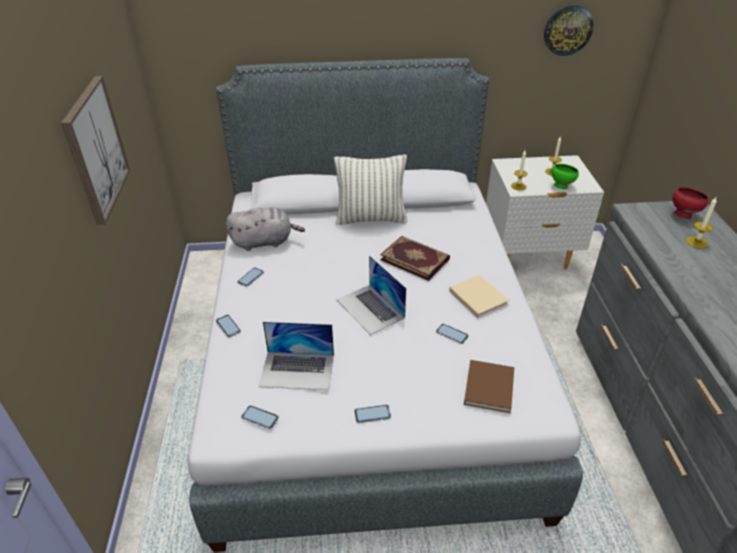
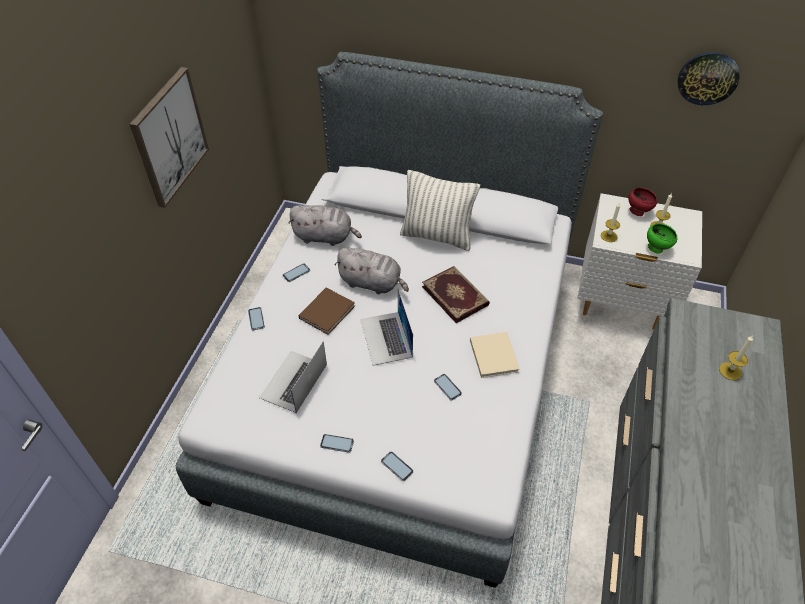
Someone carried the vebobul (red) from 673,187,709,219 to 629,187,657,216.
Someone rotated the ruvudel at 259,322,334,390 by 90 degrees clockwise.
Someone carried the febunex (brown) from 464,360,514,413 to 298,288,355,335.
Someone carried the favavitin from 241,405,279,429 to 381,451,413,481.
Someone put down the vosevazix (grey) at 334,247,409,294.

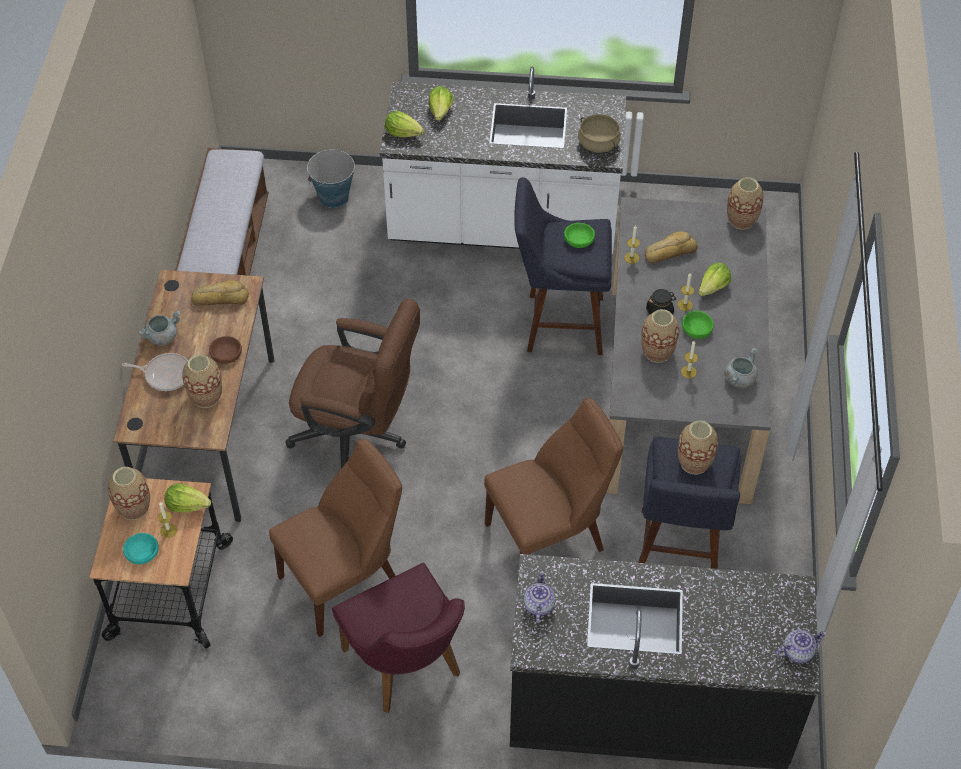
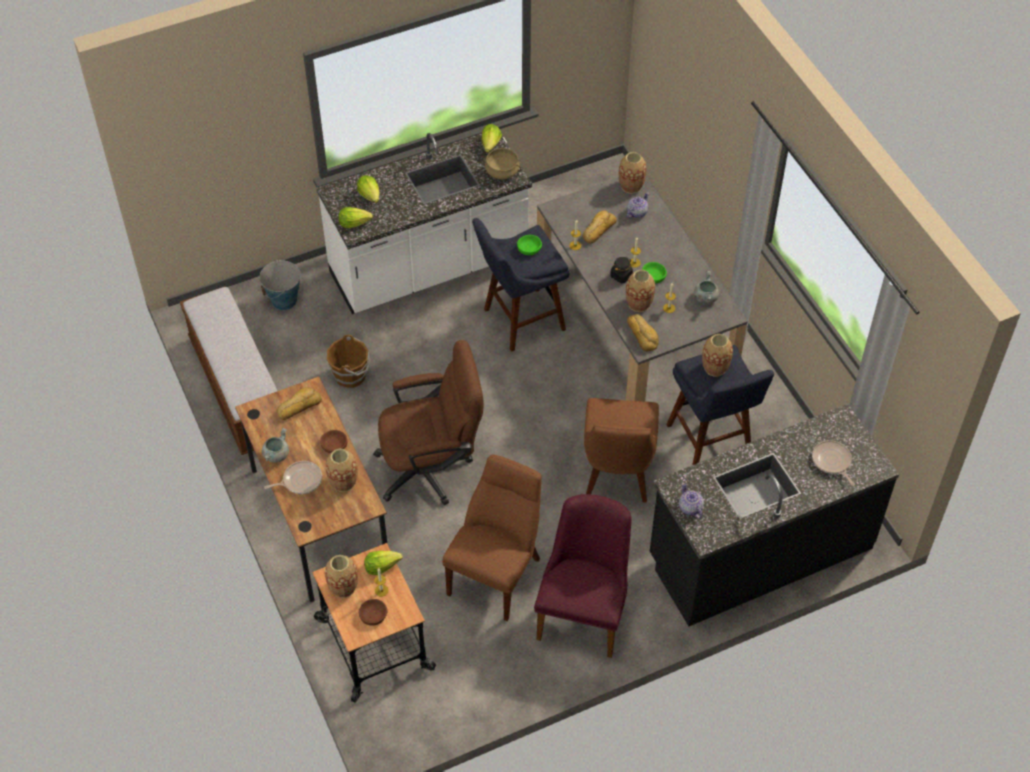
Someone carried the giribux from 698,263,731,296 to 481,124,502,152.
Someone rotated the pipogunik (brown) at 484,398,623,583 by 150 degrees clockwise.
Someone repainted the vebobul (turquoise) at 123,533,158,565, which became the vebobul (brown) at 358,599,388,626.
Someone rotated the pipogunik (purple) at 332,563,465,713 by 105 degrees counterclockwise.
Someone carried the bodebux from 776,629,826,663 to 627,192,649,218.
Someone put down the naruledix at 627,314,659,351.
Someone put down the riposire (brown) at 327,335,371,388.
Someone put down the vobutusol at 812,440,855,486.

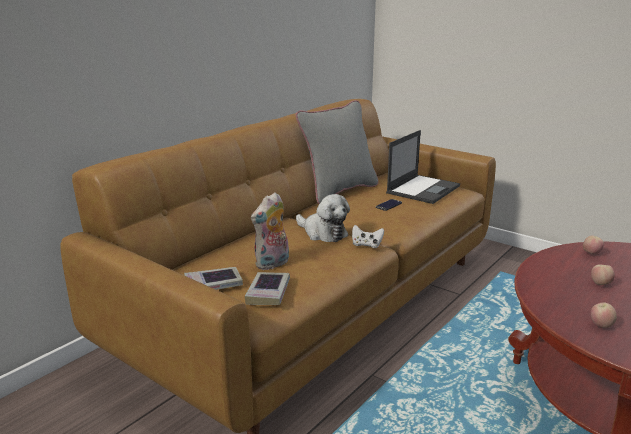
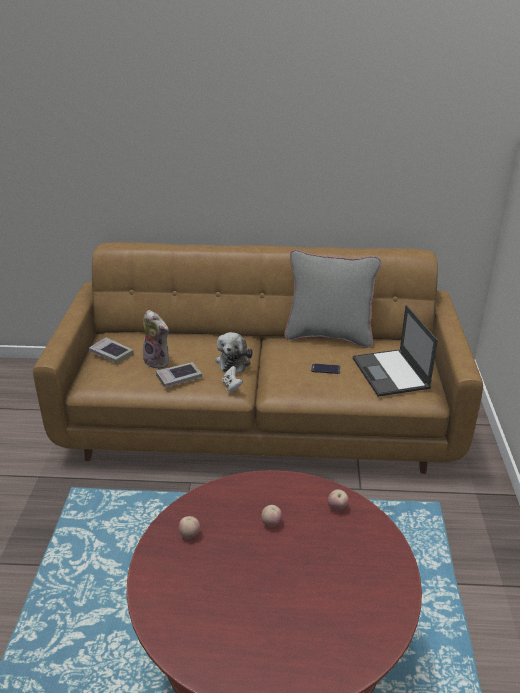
Someone rotated the ruvudel at 386,130,460,204 by 75 degrees clockwise.
Someone rotated the vosevazix at 251,192,289,270 by 150 degrees counterclockwise.
Someone carried the febunex from 245,272,290,305 to 156,362,202,388.

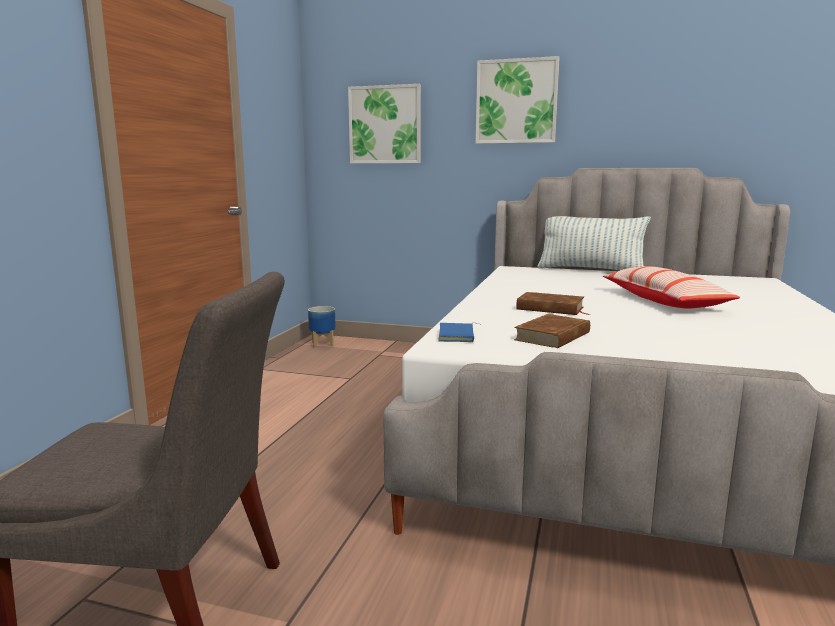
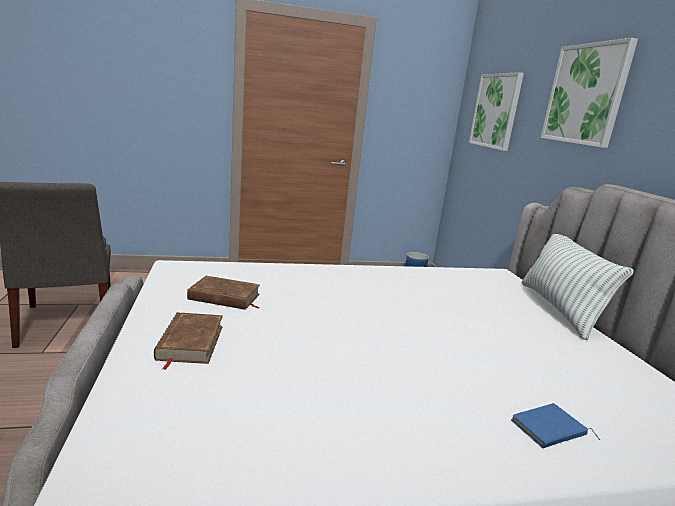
Someone took away the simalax at 603,266,740,308.
Someone carried the febunex (brown) from 516,292,589,315 to 154,312,223,370.
Someone carried the febunex (blue) from 438,323,482,342 to 511,403,600,448.

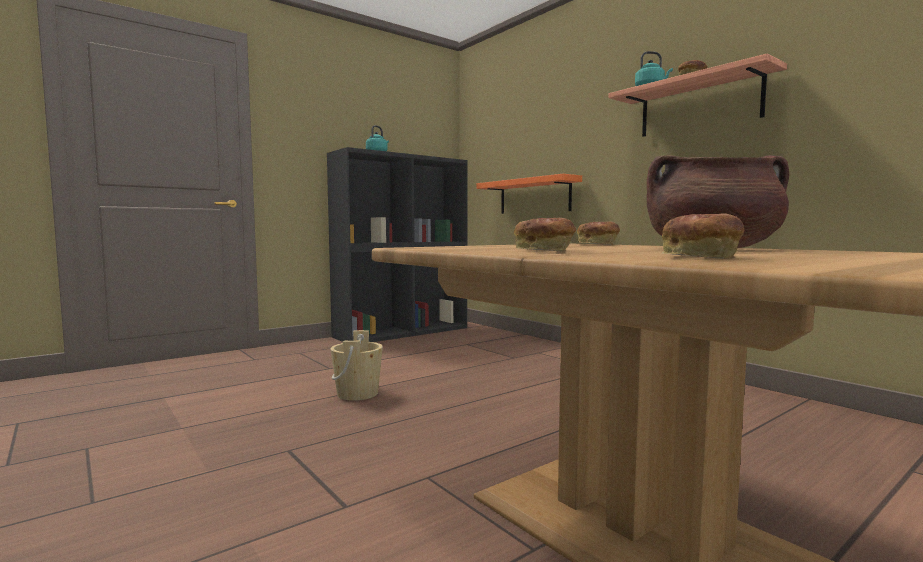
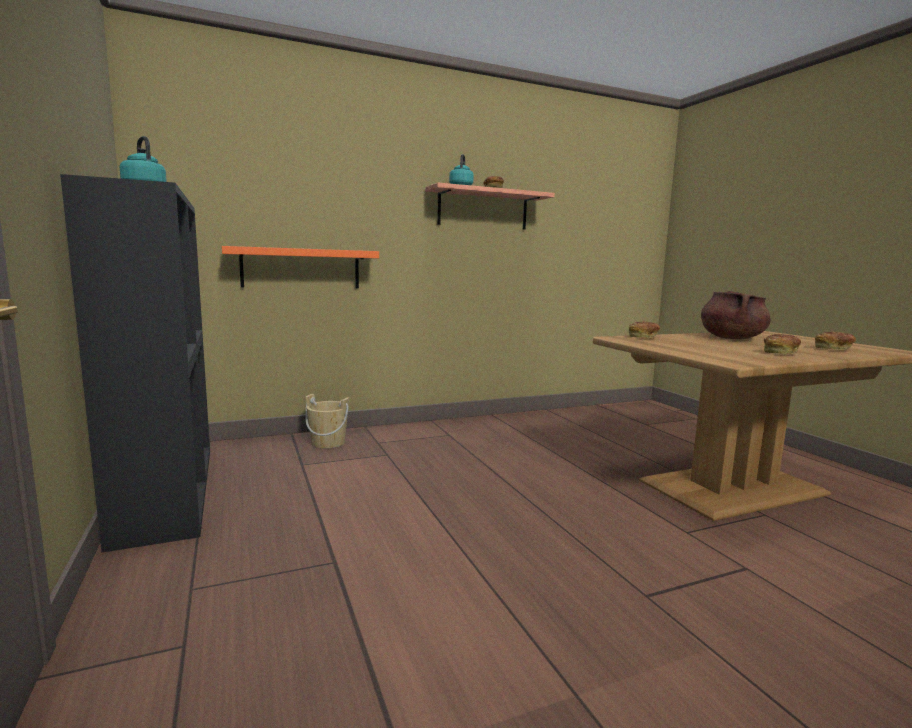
Someone carried the riposire (beige) from 330,330,383,401 to 305,394,349,449.

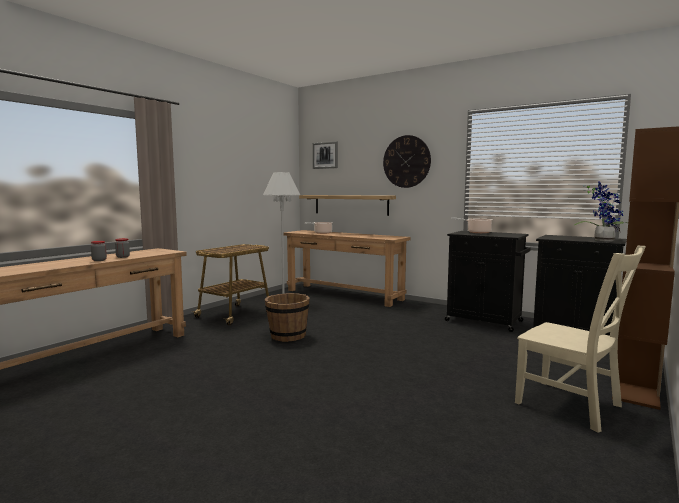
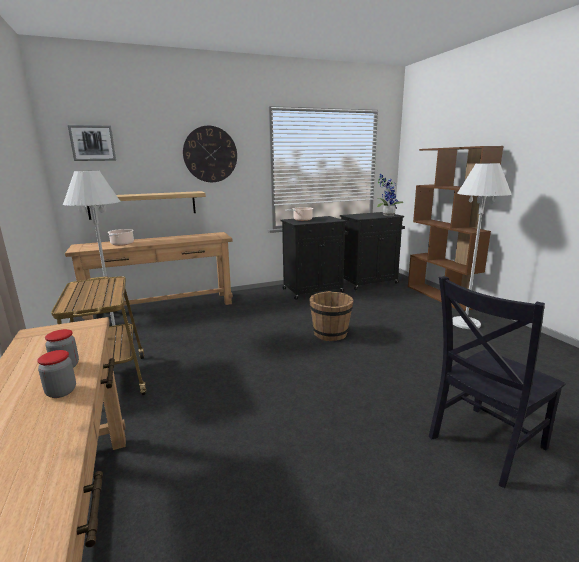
Someone swapped the pipogunik (beige) at 515,246,646,433 for the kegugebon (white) at 452,163,511,329.
Someone carried the riposire (brown) from 264,293,310,342 to 309,291,354,341.
Someone put down the pipogunik (black) at 429,276,566,488.

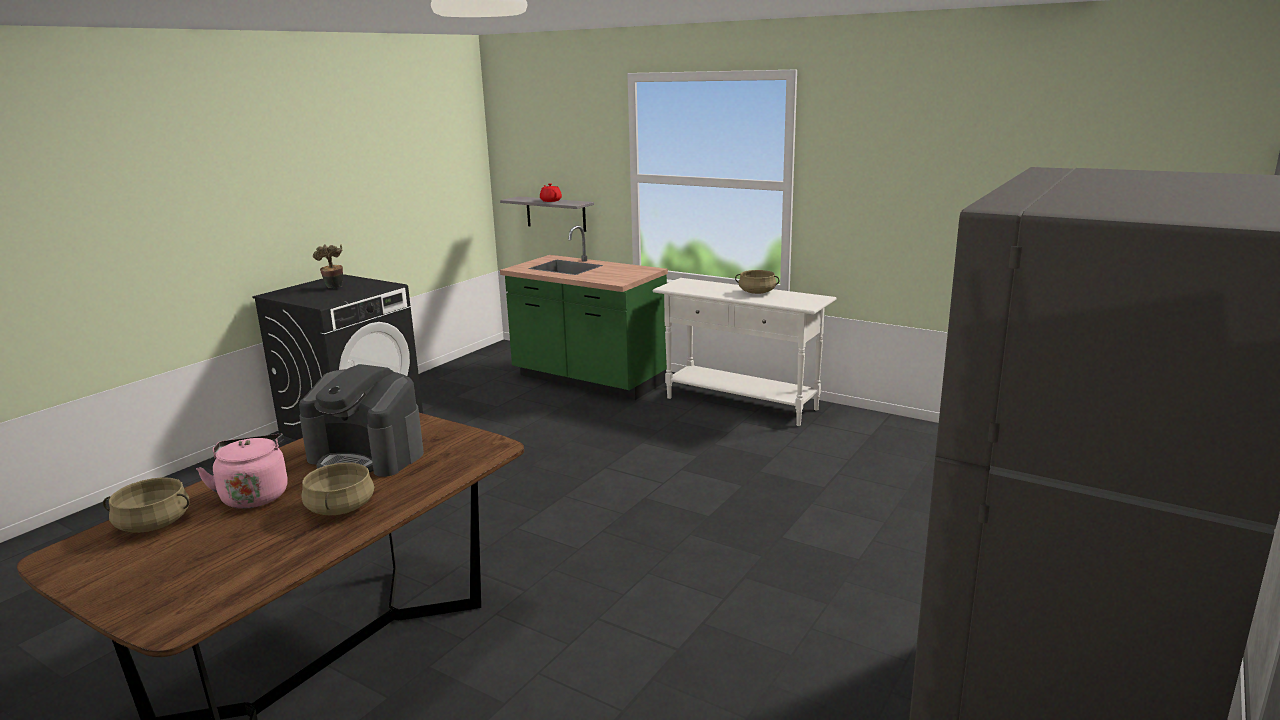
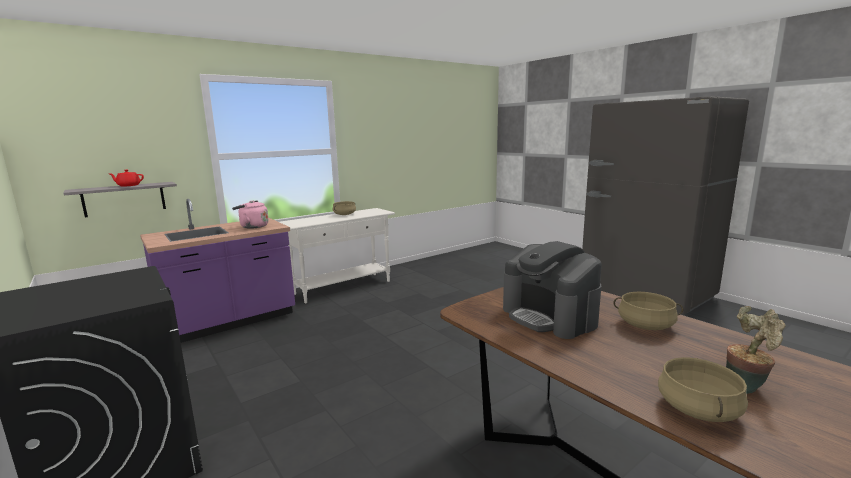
Someone repainted the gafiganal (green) at 500,226,668,400, which became the gafiganal (purple) at 140,199,295,343.
Someone carried the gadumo from 313,244,343,288 to 726,306,786,394.
Someone rotated the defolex at 299,364,424,477 by 105 degrees clockwise.
Someone carried the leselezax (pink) from 196,434,288,509 to 232,200,269,229.

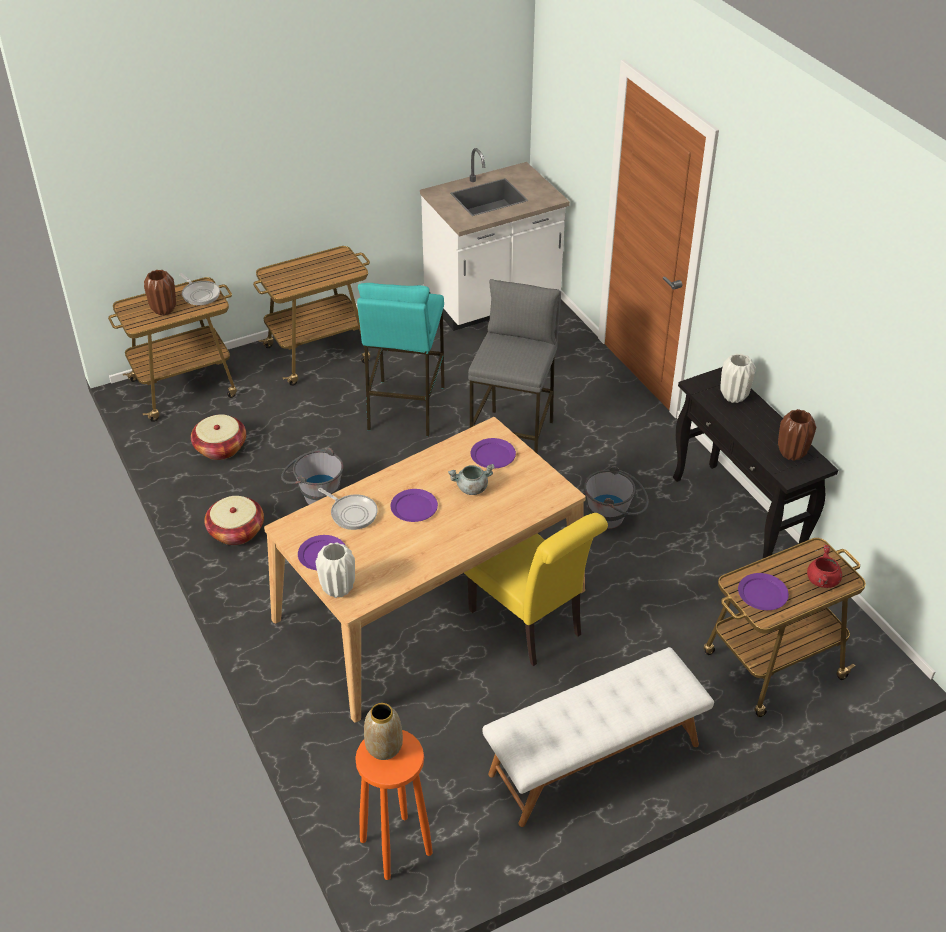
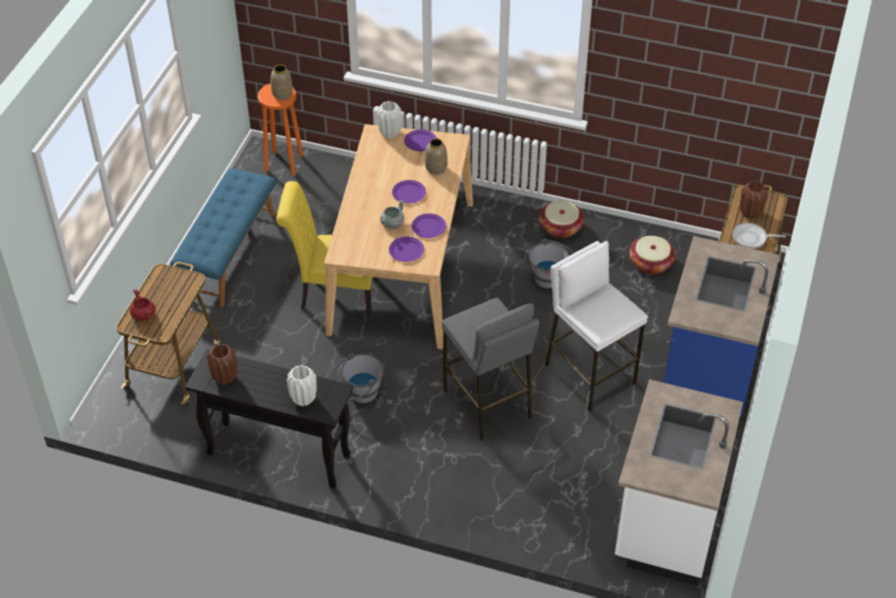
Someone swapped the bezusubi at 253,246,370,386 for the gafiganal (blue) at 664,236,780,424.
Someone repainted the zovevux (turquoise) at 357,283,445,437, which became the zovevux (white) at 545,241,648,412.
Someone swapped the vobutusol at 318,488,378,530 for the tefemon at 425,138,448,175.
Someone carried the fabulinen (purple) from 738,573,789,610 to 412,213,446,238.
Someone repainted the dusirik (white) at 482,647,714,827, which became the dusirik (blue) at 170,168,276,307.

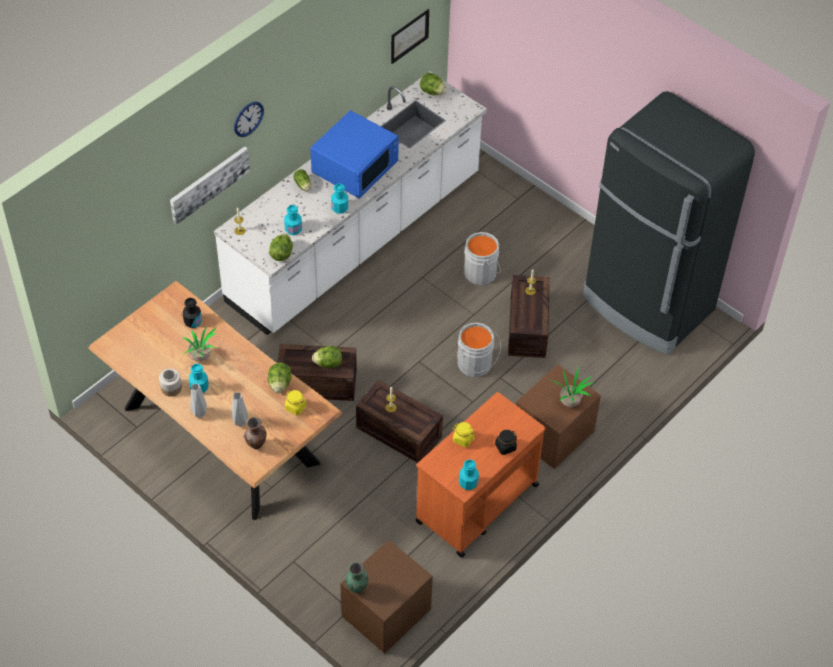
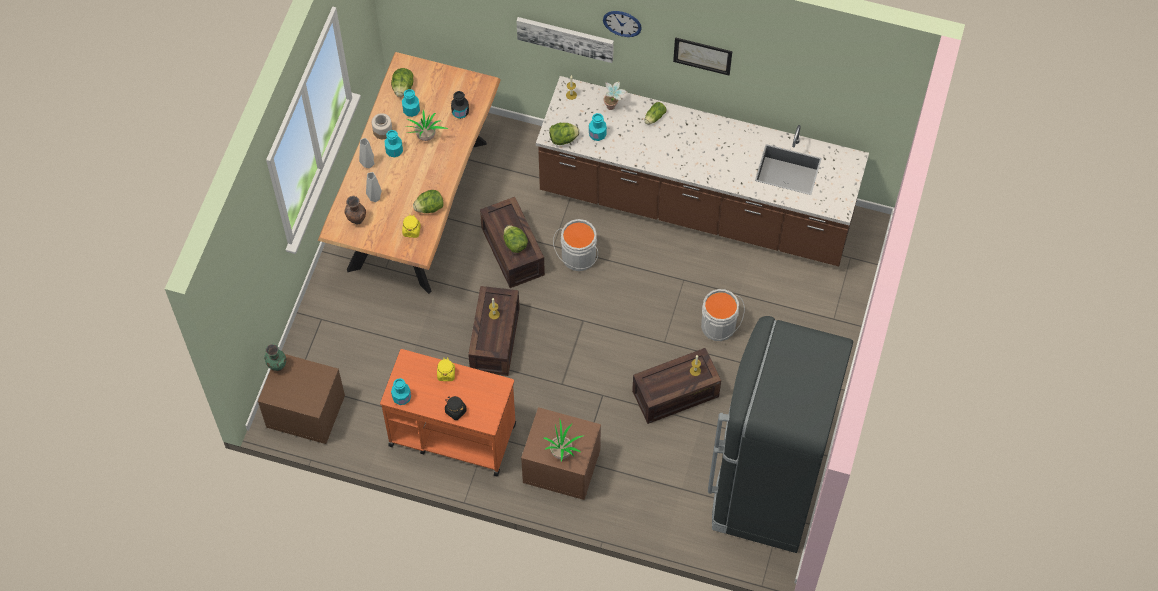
Someone carried the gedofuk from 391,9,429,64 to 673,37,732,75.
Someone repainted the gafiganal (white) at 214,71,487,335, which became the gafiganal (brown) at 536,76,869,266.
Someone carried the giribux from 420,73,446,95 to 391,68,414,97.
Someone took away the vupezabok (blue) at 310,110,399,199.
Someone carried the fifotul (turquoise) from 331,183,348,214 to 402,89,420,117.
Someone carried the riposire (grey) from 457,323,501,377 to 553,219,598,271.
Someone put down the gadumo at 603,81,628,110.

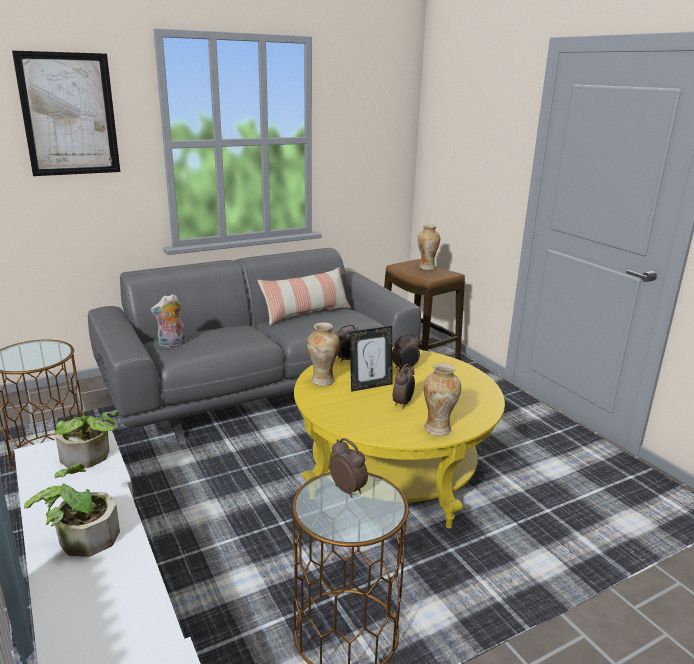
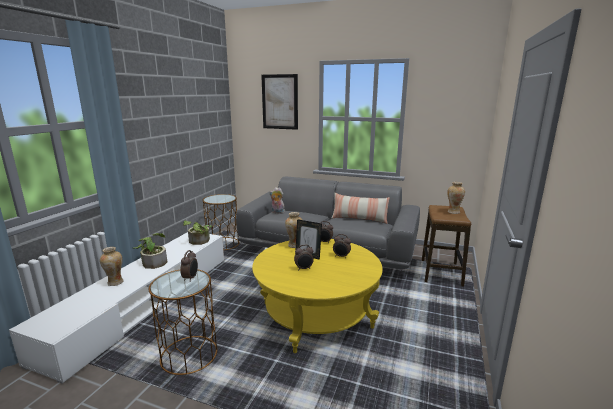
Someone carried the tefemon from 424,363,461,436 to 100,247,124,286.

